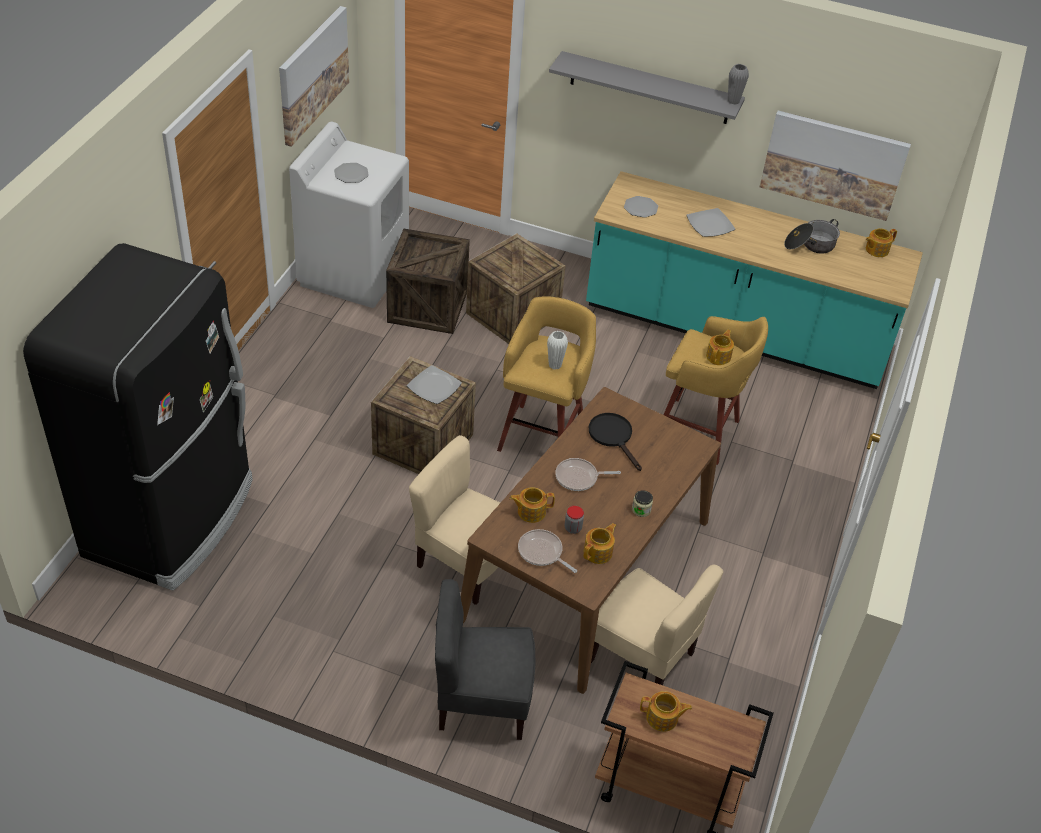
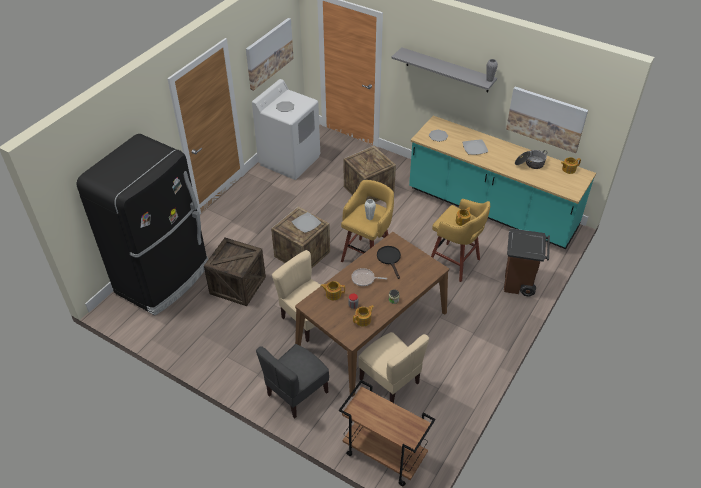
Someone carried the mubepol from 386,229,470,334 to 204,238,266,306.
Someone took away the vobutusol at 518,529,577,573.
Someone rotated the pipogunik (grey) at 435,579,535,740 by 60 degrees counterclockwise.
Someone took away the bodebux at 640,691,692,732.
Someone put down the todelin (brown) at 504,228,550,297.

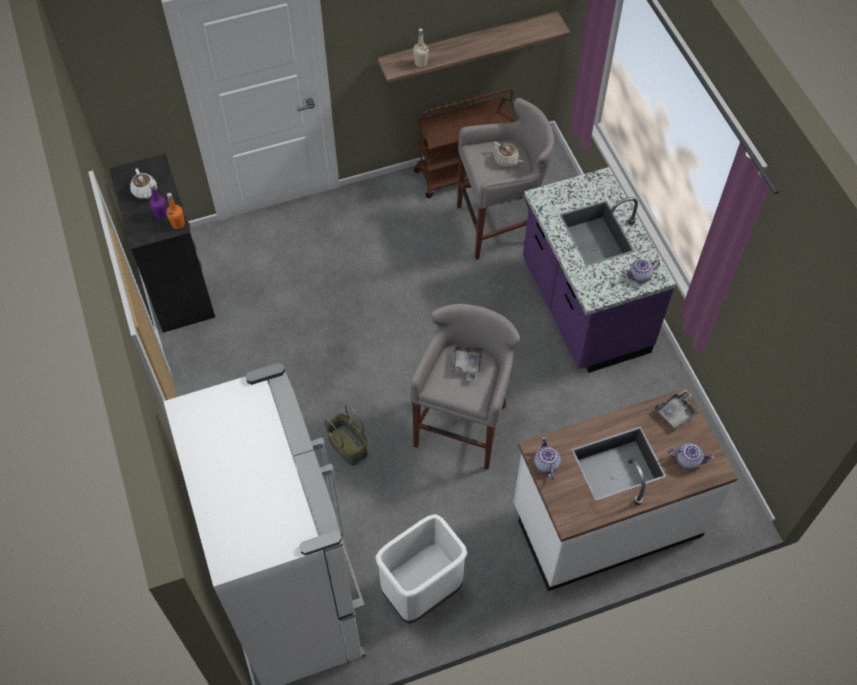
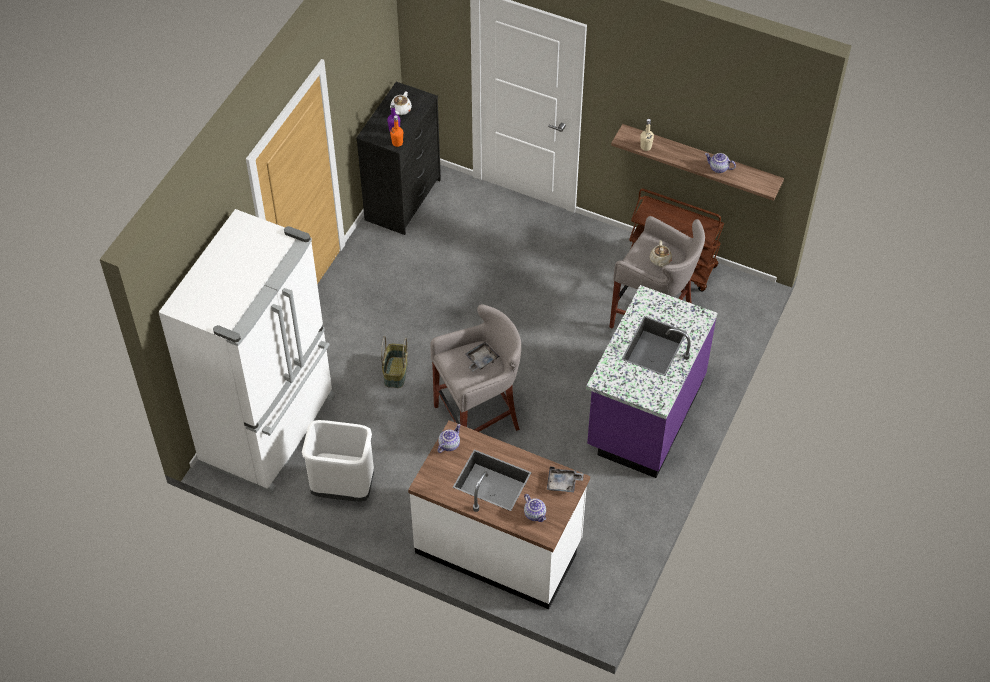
Someone carried the bodebux from 625,259,660,283 to 705,153,736,173.

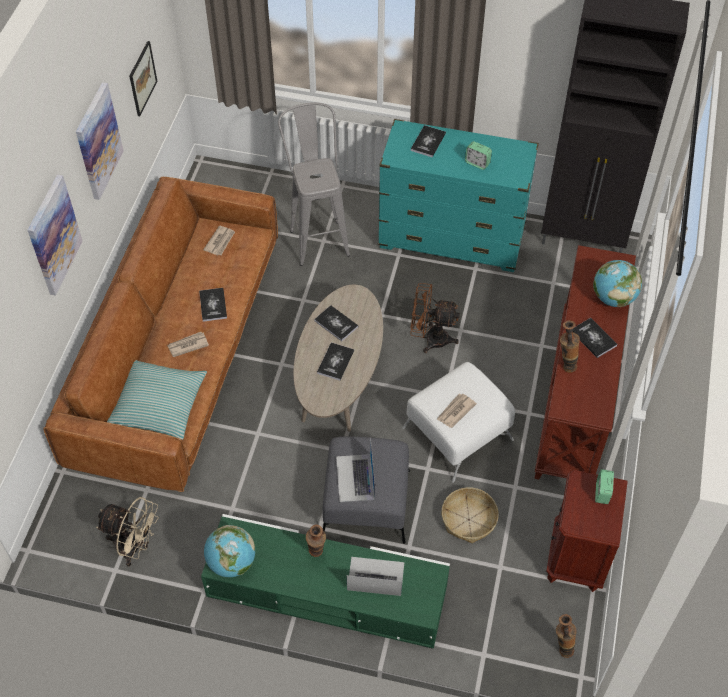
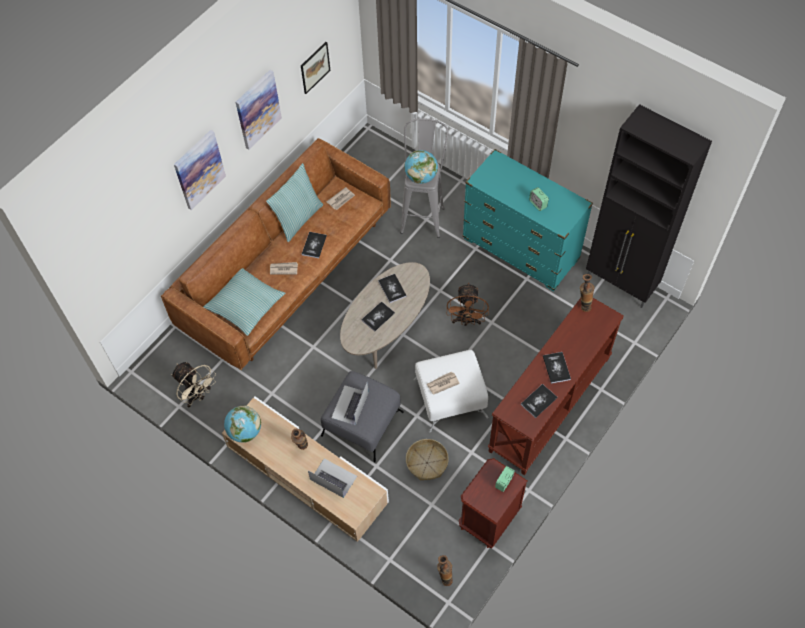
Someone carried the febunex from 411,125,446,157 to 521,384,558,418.
Someone carried the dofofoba from 593,260,642,307 to 404,150,438,184.
Someone rotated the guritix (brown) at 410,283,460,353 by 120 degrees counterclockwise.
Someone carried the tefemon from 560,320,580,373 to 580,274,594,312.
Someone repainted the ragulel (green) at 201,514,450,649, which became the ragulel (beige) at 222,396,389,542.
Someone put down the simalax at 266,163,323,242.

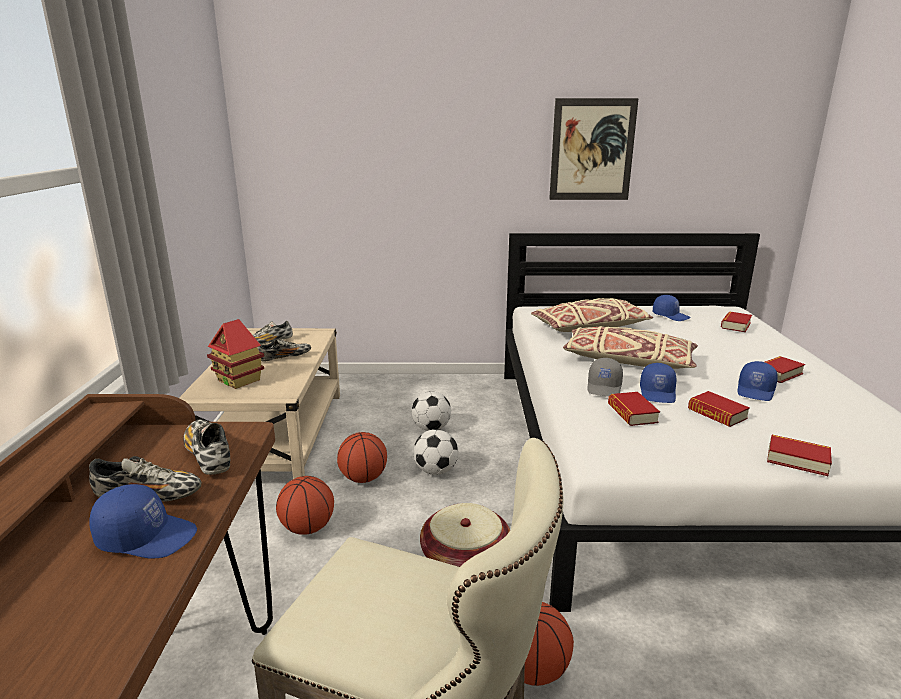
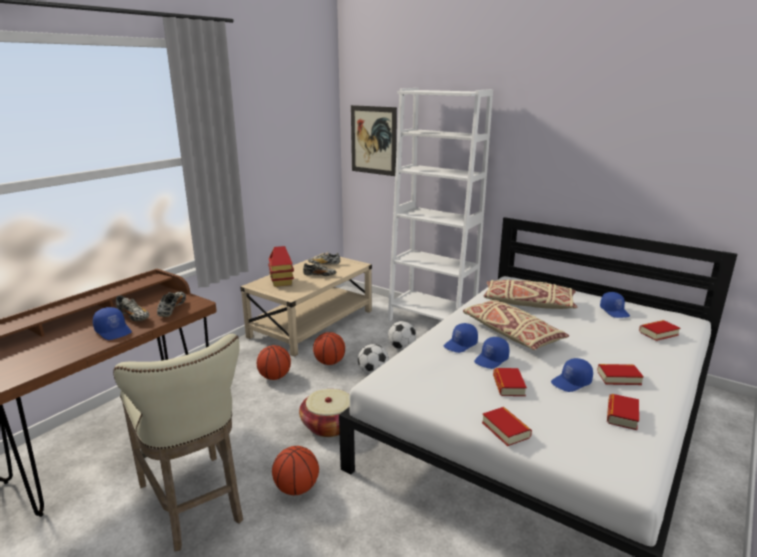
Someone carried the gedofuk from 549,98,639,200 to 351,105,397,176.
Someone repainted the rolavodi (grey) at 587,358,623,397, which became the rolavodi (blue) at 444,323,478,353.
Someone carried the febunex from 608,392,660,426 to 607,394,639,430.
Someone put down the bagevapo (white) at 388,88,493,321.

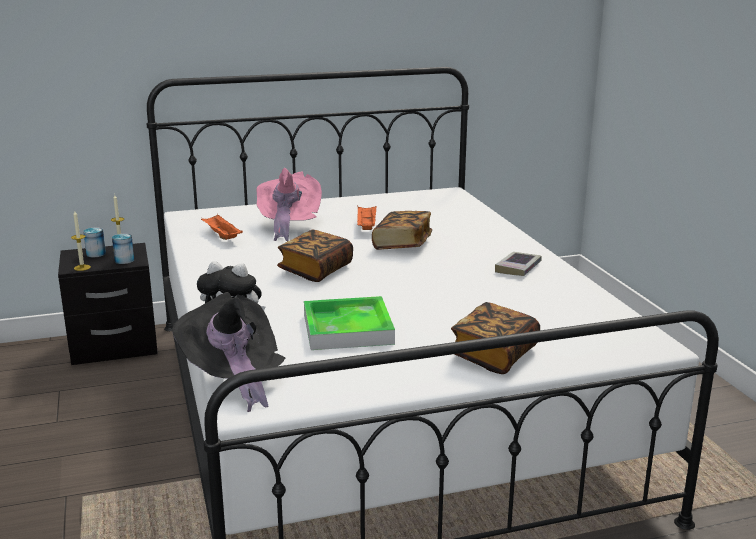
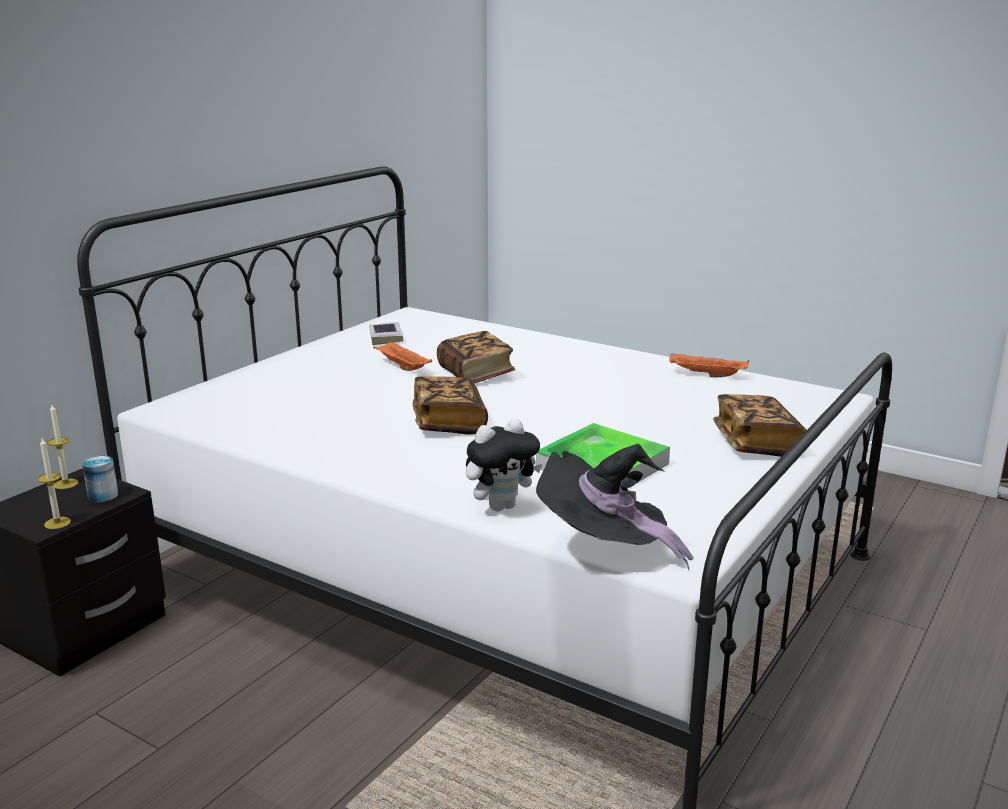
Someone took away the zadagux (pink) at 256,168,322,241.
Someone carried the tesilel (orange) from 201,215,243,240 to 669,353,749,378.
Someone took away the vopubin at 83,228,106,257.
Someone carried the febunex from 495,252,542,276 to 369,322,404,345.

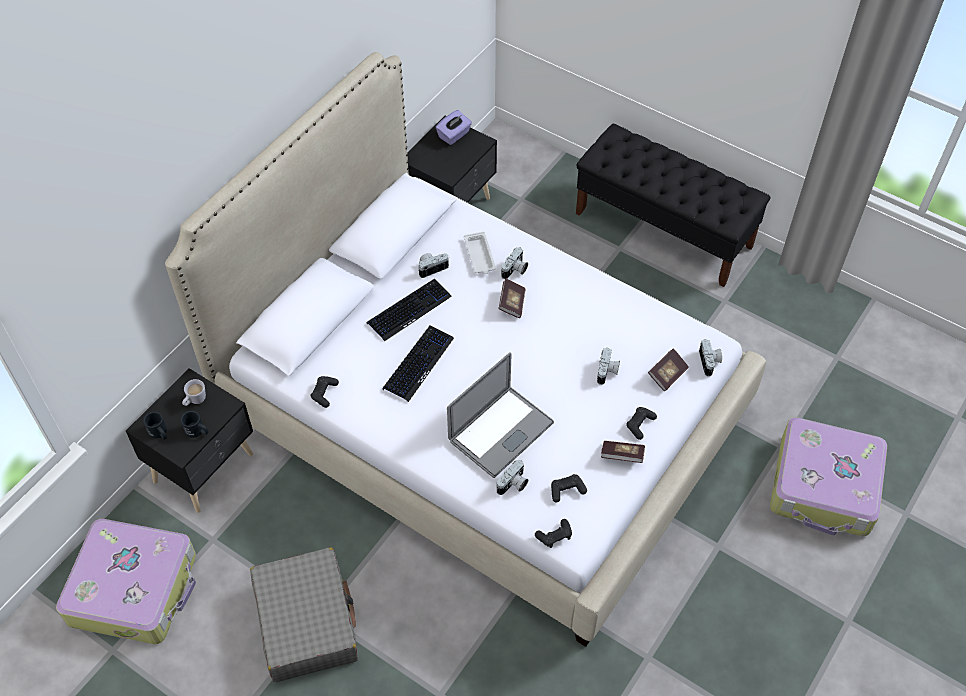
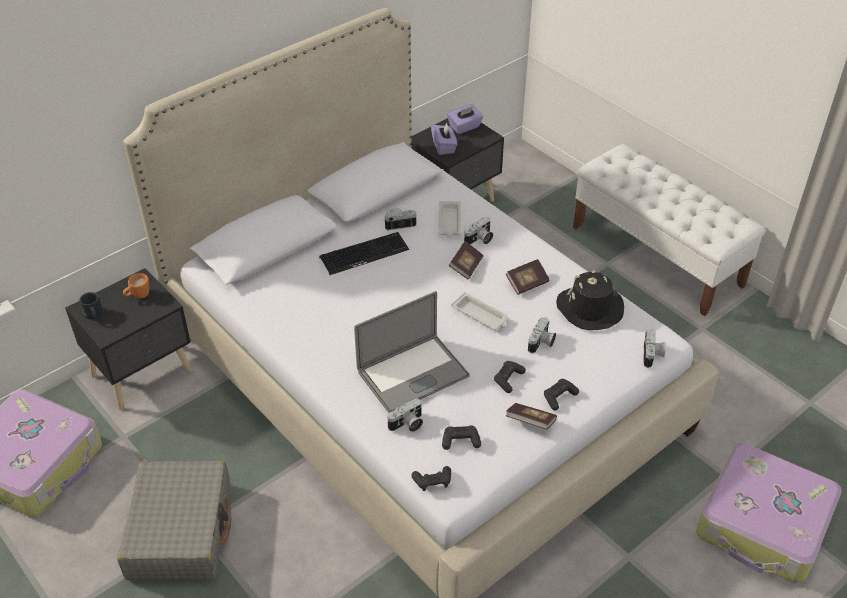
Someone repainted the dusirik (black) at 576,123,771,287, which became the dusirik (white) at 573,144,766,316.
Someone took away the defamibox at 382,325,454,402.
Someone carried the febunex from 648,348,689,391 to 506,259,550,295.
Someone carried the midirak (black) from 311,376,339,408 to 494,361,526,393.
Someone repainted the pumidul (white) at 182,379,206,406, which became the pumidul (orange) at 123,273,149,298.
Someone took away the pumidul (black) at 181,411,208,438.
Someone put down the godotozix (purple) at 431,122,457,155.
Someone put down the zadagux (black) at 556,270,624,330.
Someone put down the tesilel (white) at 451,292,508,330.

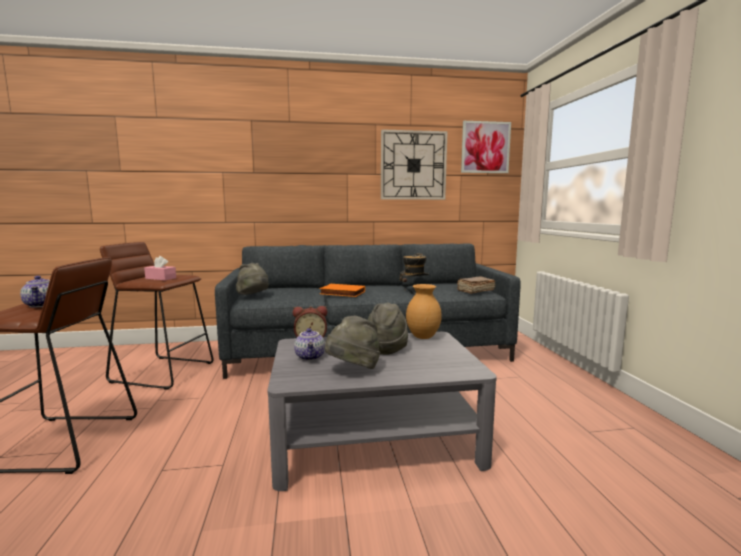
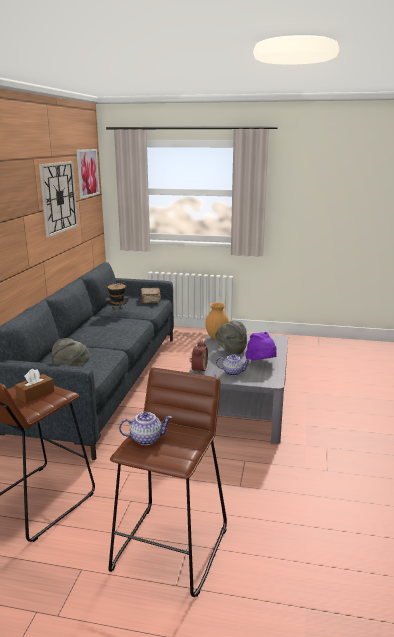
Someone repainted the godotozix (pink) at 144,256,176,281, which became the godotozix (brown) at 15,369,54,403.
Someone took away the febunex (orange) at 319,284,365,297.
Someone repainted the zadagux (grey) at 325,316,380,369, which became the zadagux (purple) at 245,332,277,360.

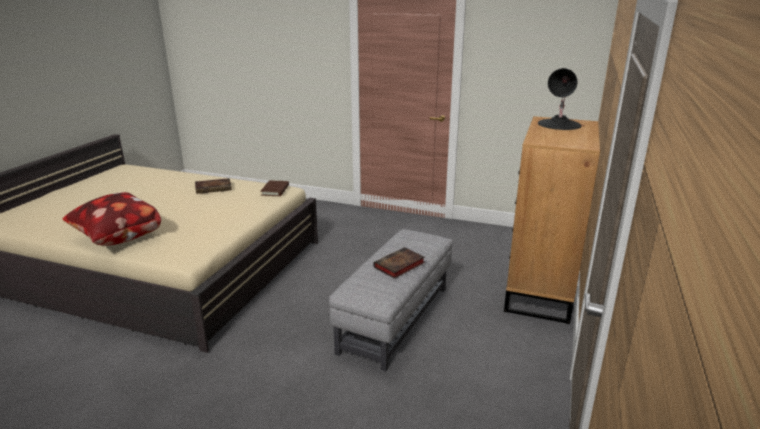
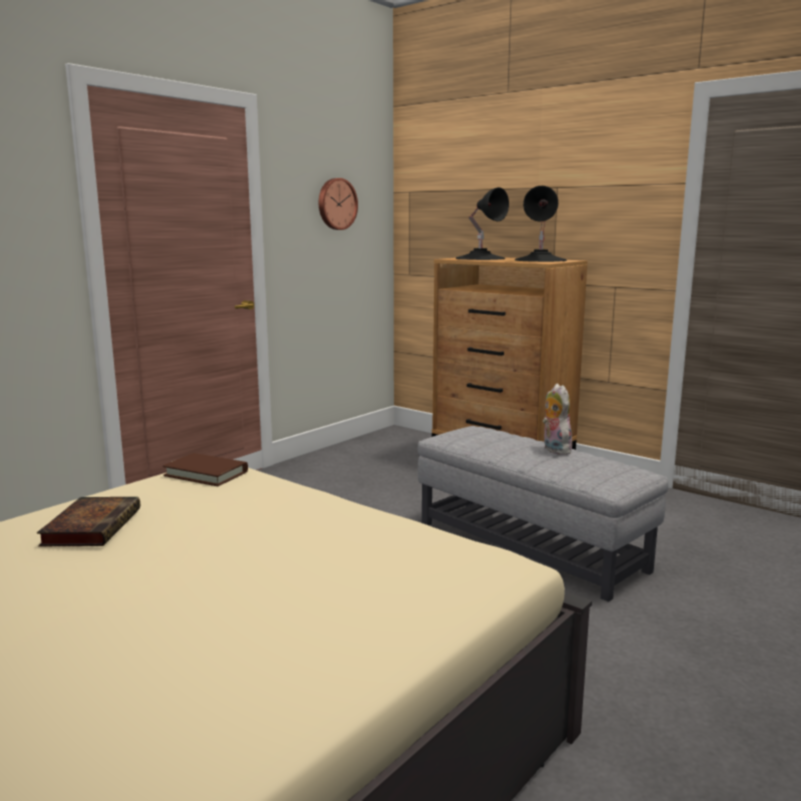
Someone took away the simalax at 63,192,161,246.
Someone swapped the febunex at 373,247,425,279 for the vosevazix at 543,384,572,455.
Someone put up the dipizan at 319,178,358,230.
Someone put down the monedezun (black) at 515,186,567,262.

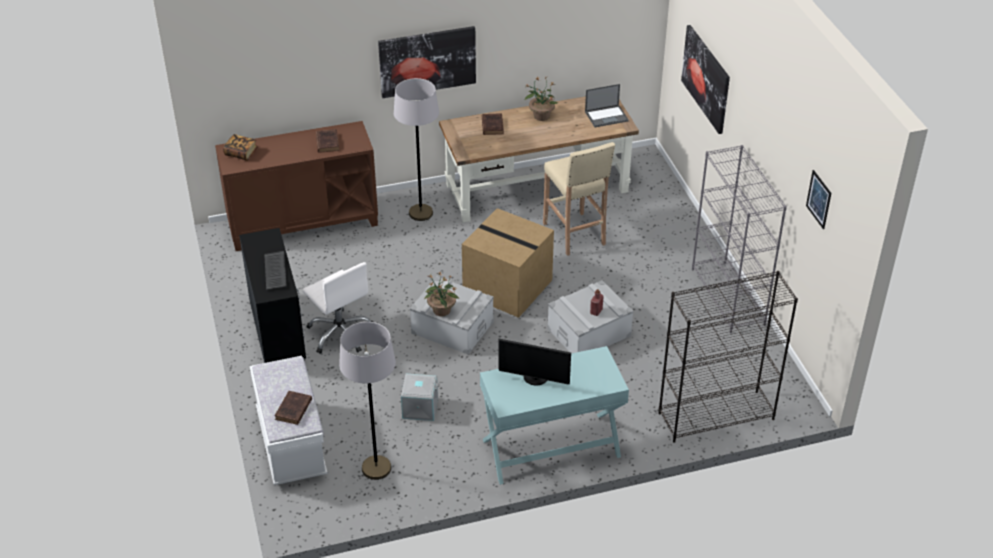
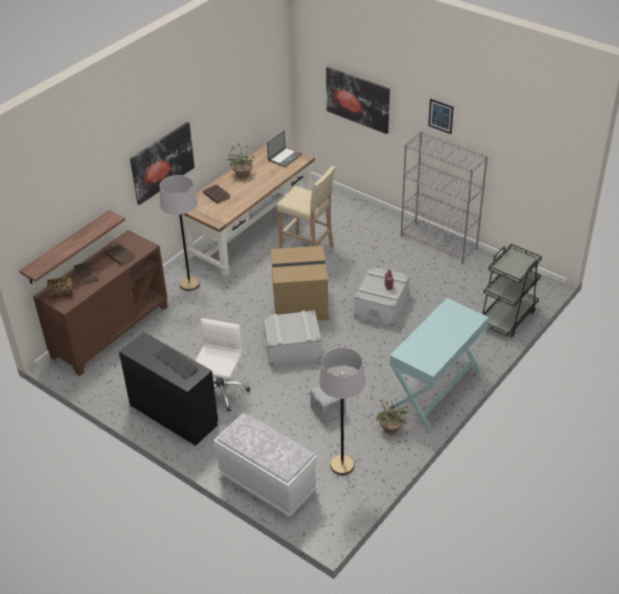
Someone carried the gedofuk from 806,170,831,229 to 428,99,454,134.
Someone rotated the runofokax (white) at 303,262,373,354 by 90 degrees counterclockwise.
Someone swapped the bagevapo (black) at 658,271,798,443 for the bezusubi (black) at 482,244,542,338.
Someone carried the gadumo from 425,273,460,316 to 376,399,409,434.
Someone took away the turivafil at 499,339,571,386.
Someone carried the febunex (brown) from 274,391,312,425 to 74,261,97,285.
Someone put up the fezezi at 19,210,125,284.

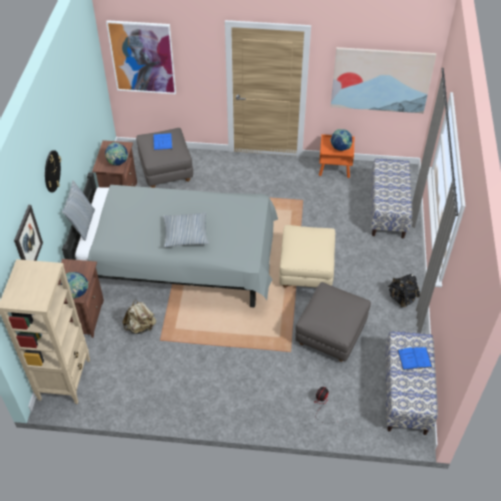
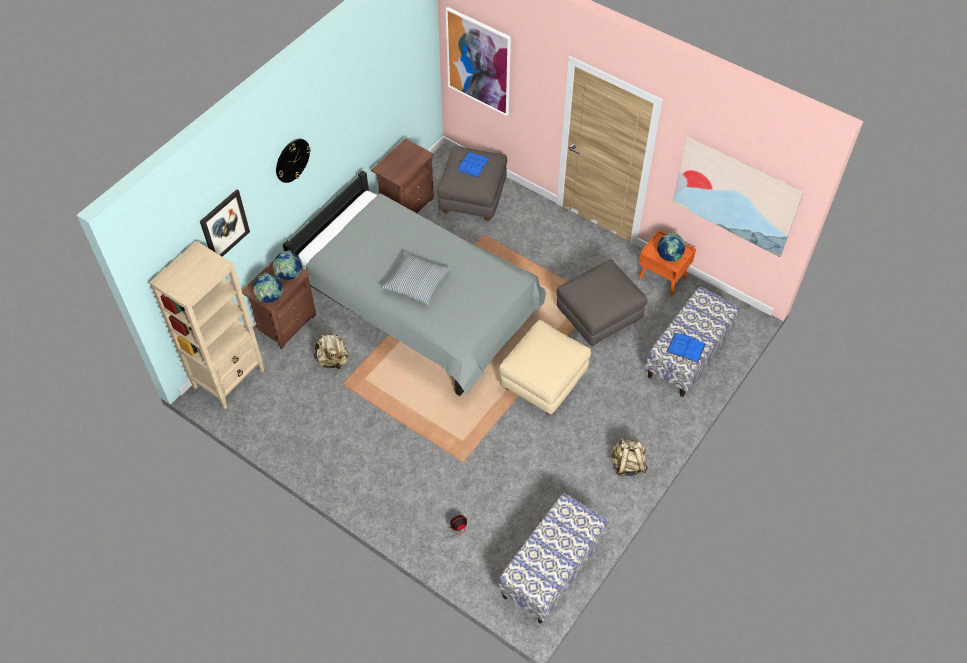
Someone carried the dofofoba from 105,142,128,165 to 272,250,302,280.
Someone took away the simalax at 62,180,95,241.
Someone repainted the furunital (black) at 388,274,420,307, which became the furunital (beige) at 612,436,648,476.
Someone carried the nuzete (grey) from 295,282,371,362 to 557,259,647,346.
Someone carried the febunex (blue) from 397,347,433,370 to 667,333,705,363.

